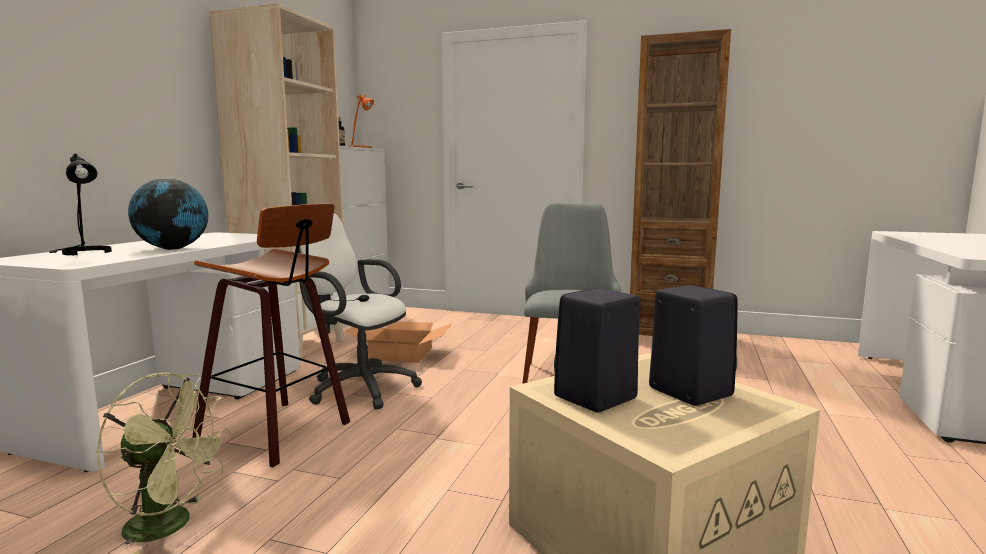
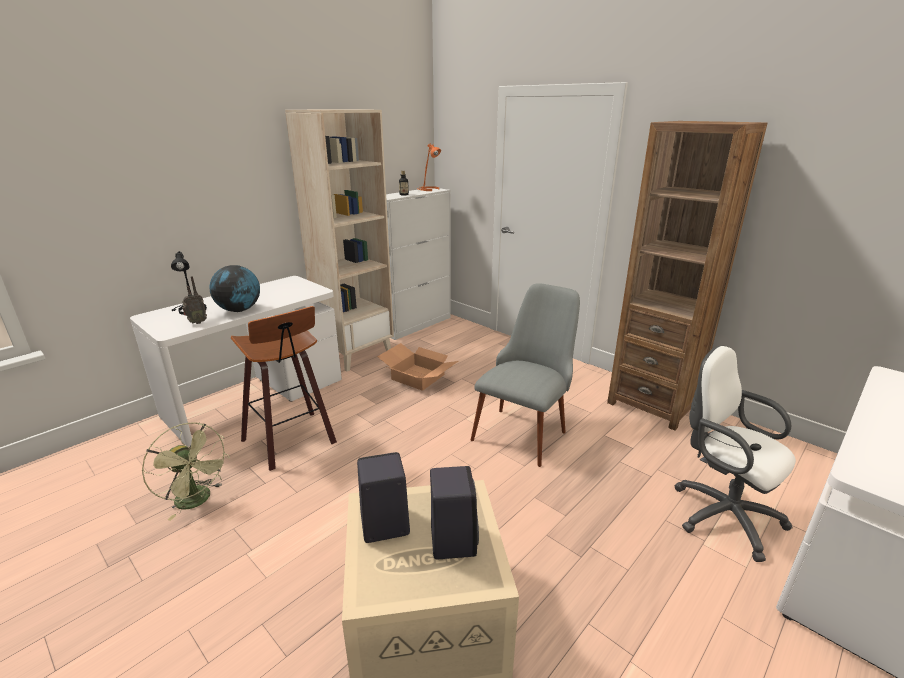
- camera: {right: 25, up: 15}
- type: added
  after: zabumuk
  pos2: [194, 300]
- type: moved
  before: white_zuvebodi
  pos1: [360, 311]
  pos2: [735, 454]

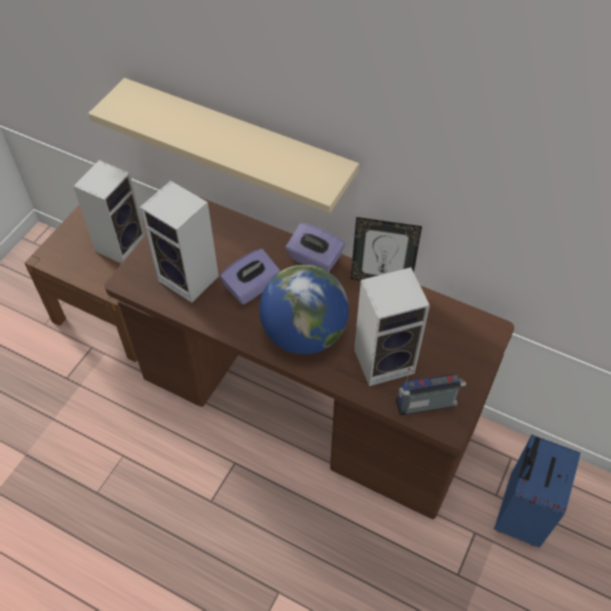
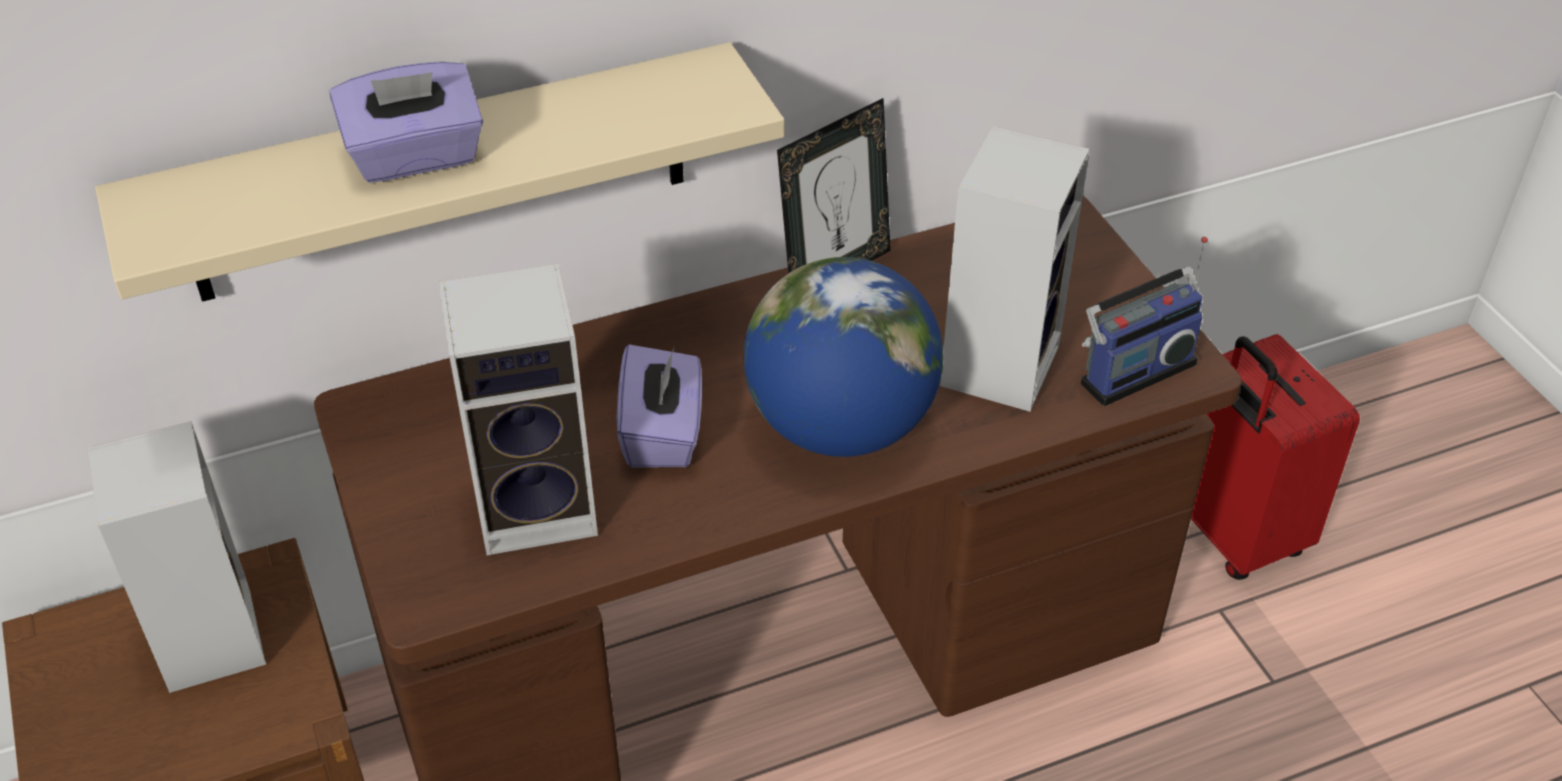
- camera: {right: -50, up: -10}
- type: moved
  before: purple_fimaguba
  pos1: [315, 247]
  pos2: [406, 122]
- type: turned
  before: zabumuk
  pos1: [431, 391]
  pos2: [1144, 321]
  turn: -150
- type: recoloured
  before: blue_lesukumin
  after: red_lesukumin
  pos1: [537, 491]
  pos2: [1275, 457]

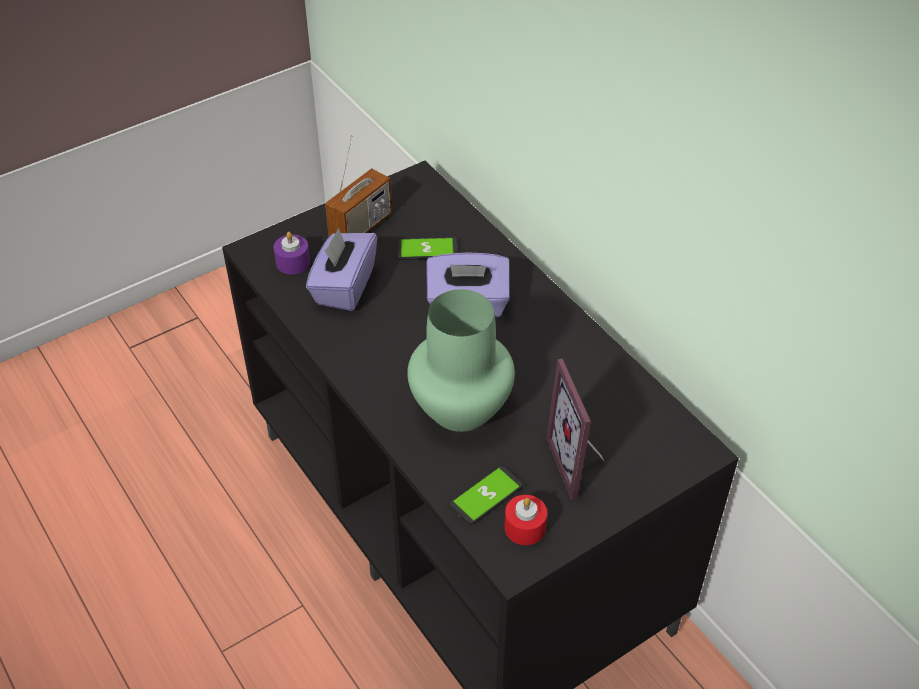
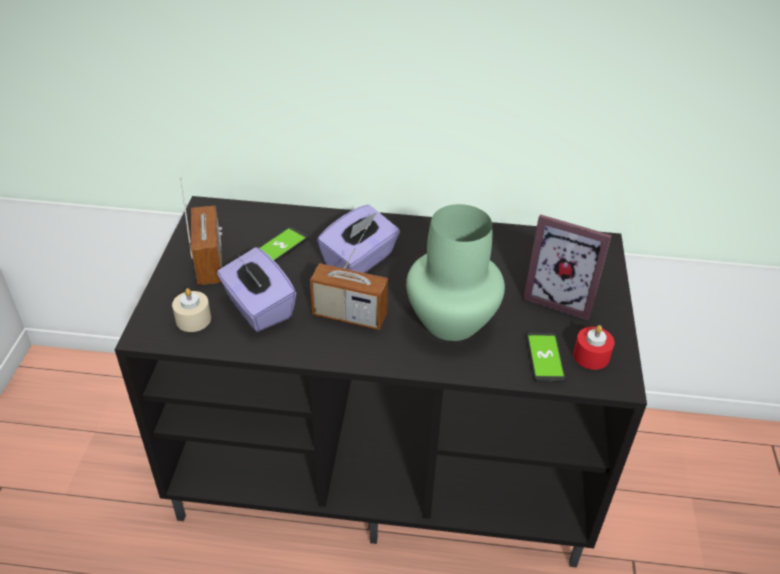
- camera: {right: -50, up: -5}
- type: recoloured
  before: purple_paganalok
  after: beige_paganalok
  pos1: [292, 253]
  pos2: [191, 310]
- type: added
  after: zabumuk
  pos2: [349, 278]

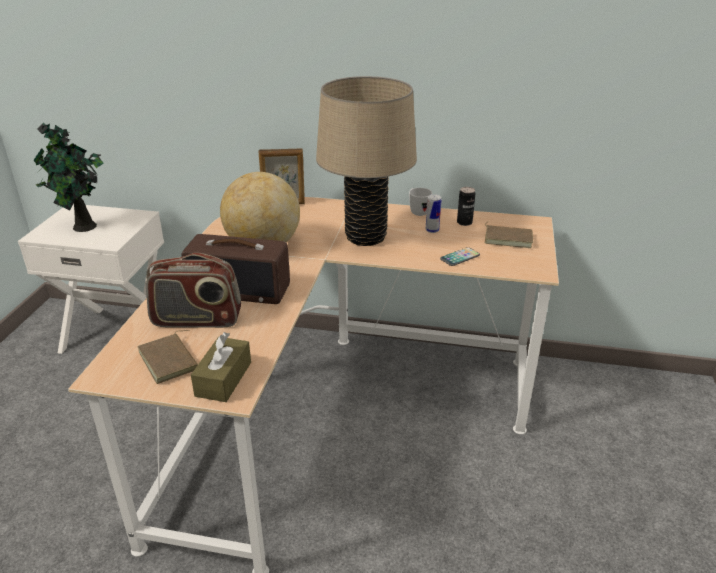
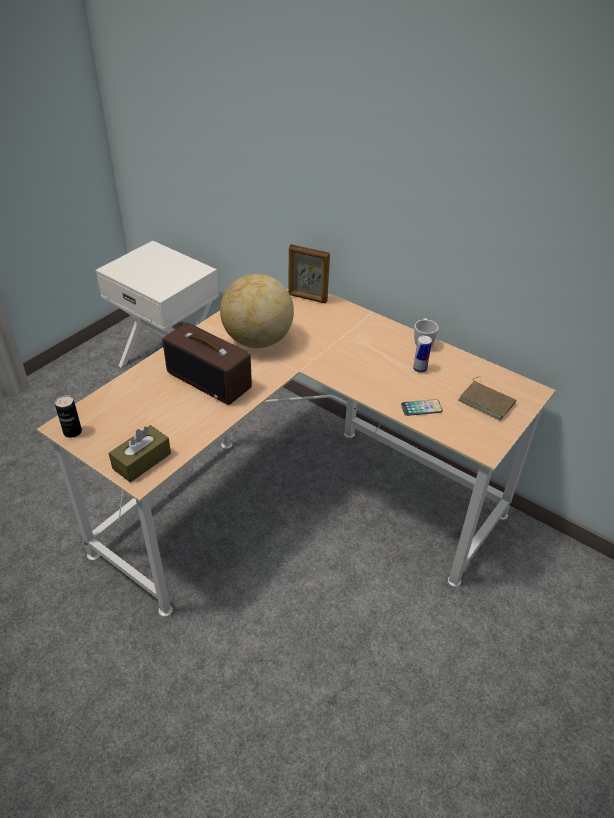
- camera: {right: 25, up: 10}
- type: moved
  before: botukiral
  pos1: [466, 206]
  pos2: [68, 417]
- type: removed
  before: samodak
  pos1: [68, 177]
- type: removed
  before: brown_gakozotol
  pos1: [167, 357]
- type: removed
  before: zabumuk
  pos1: [193, 290]
- type: removed
  before: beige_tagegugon
  pos1: [366, 161]

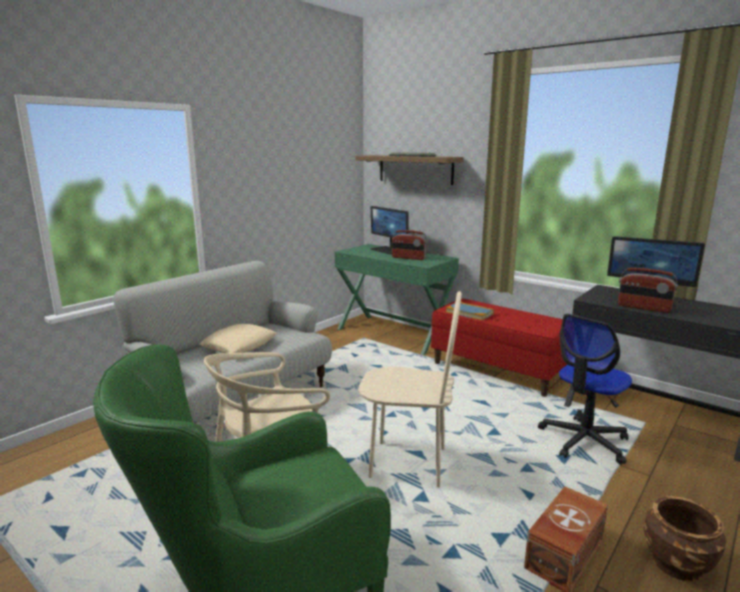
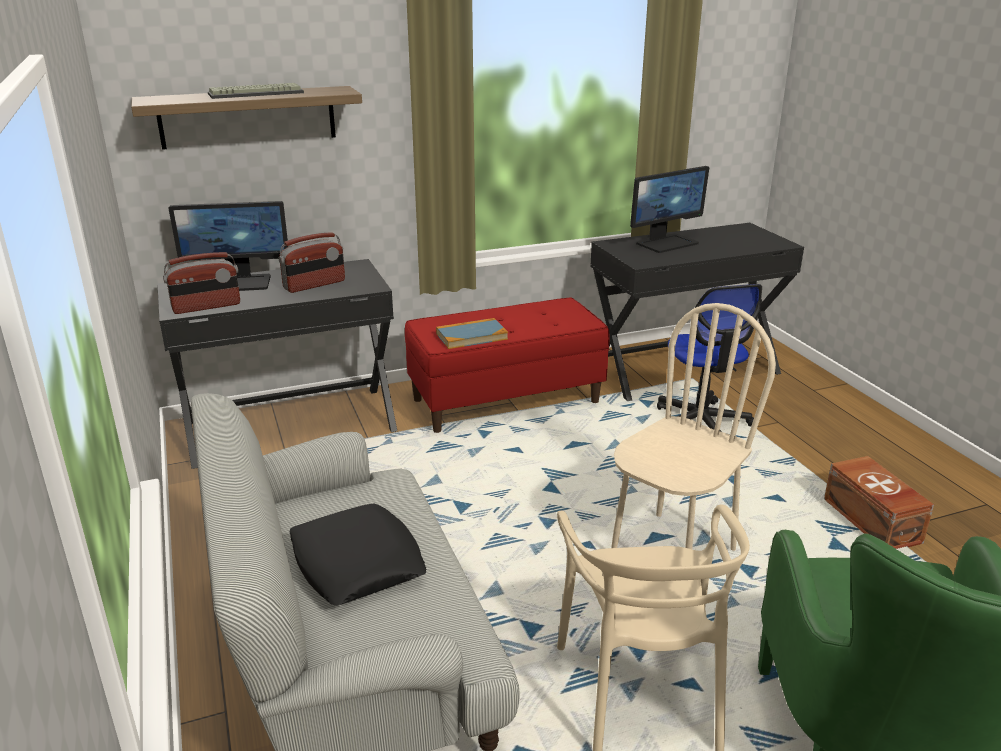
- camera: {right: -60, up: 10}
- type: recoloured
  before: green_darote
  after: black_darote
  pos1: [397, 299]
  pos2: [277, 364]
- type: moved
  before: zabumuk
  pos1: [648, 290]
  pos2: [201, 283]
- type: recoloured
  before: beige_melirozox
  after: black_melirozox
  pos1: [238, 338]
  pos2: [357, 554]
- type: removed
  before: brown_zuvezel
  pos1: [684, 538]

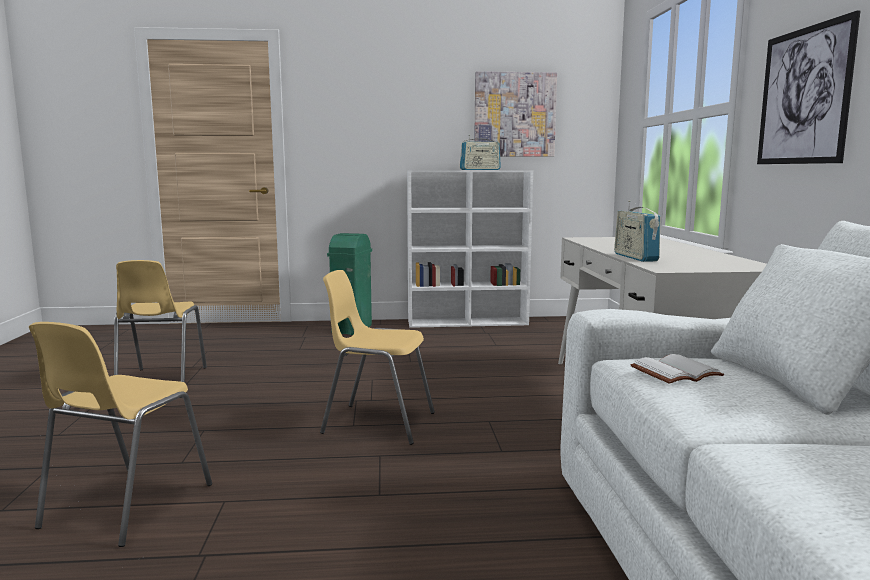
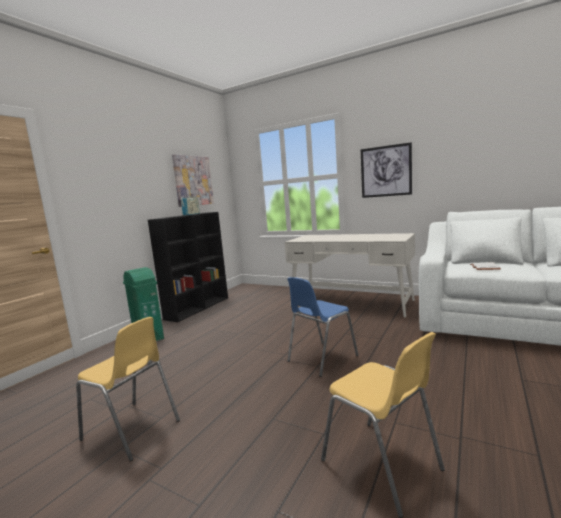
- camera: {right: -55, up: 0}
- type: recoloured
  before: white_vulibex
  after: black_vulibex
  pos1: [470, 249]
  pos2: [188, 267]
- type: recoloured
  before: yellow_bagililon
  after: blue_bagililon
  pos1: [377, 357]
  pos2: [322, 327]
- type: removed
  before: zabumuk
  pos1: [637, 231]

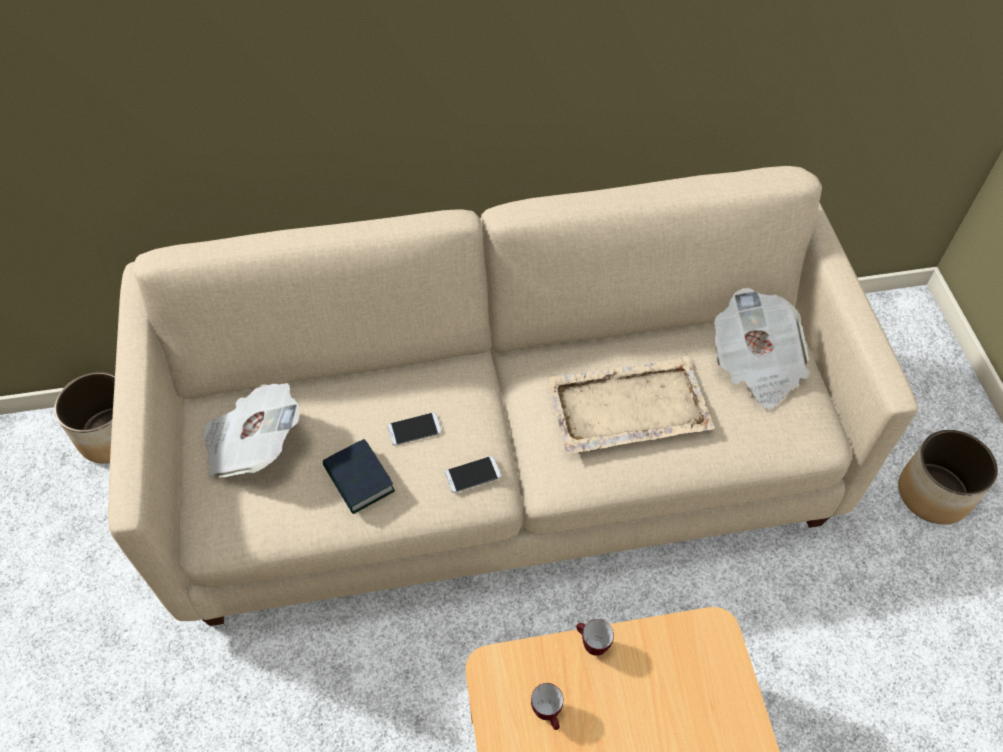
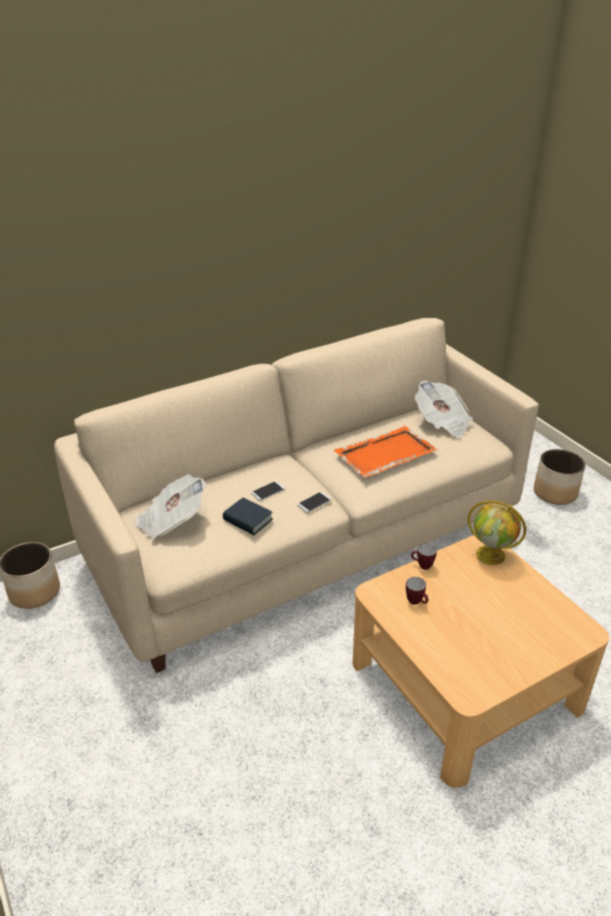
- camera: {right: -20, up: -20}
- type: recoloured
  before: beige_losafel
  after: orange_losafel
  pos1: [631, 405]
  pos2: [386, 452]
- type: added
  after: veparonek
  pos2: [497, 532]

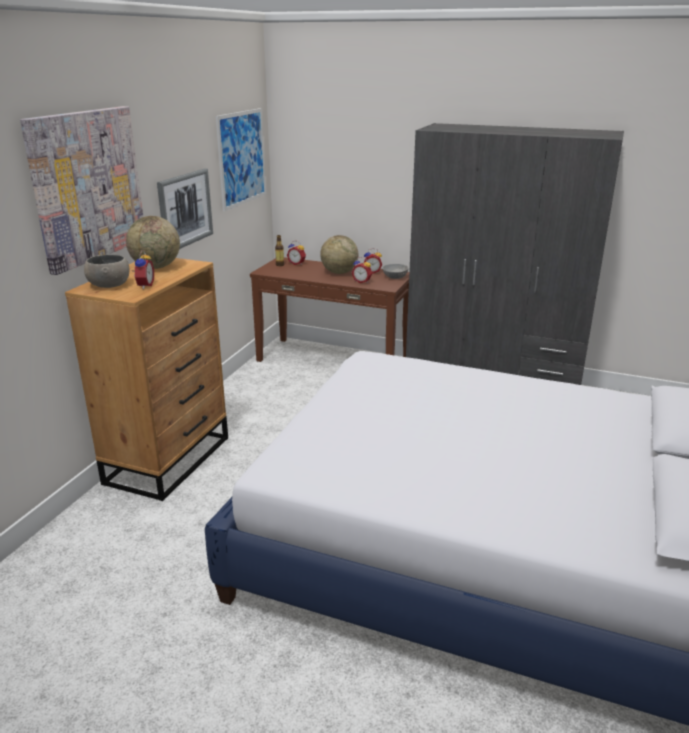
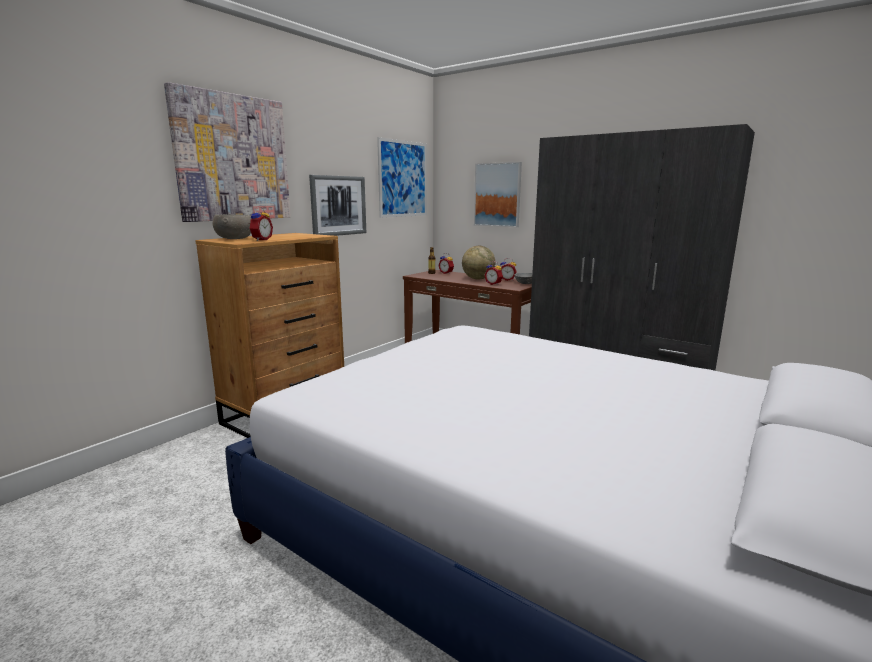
- camera: {right: 15, up: -10}
- type: added
  after: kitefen
  pos2: [498, 194]
- type: removed
  before: veparonek
  pos1: [153, 242]

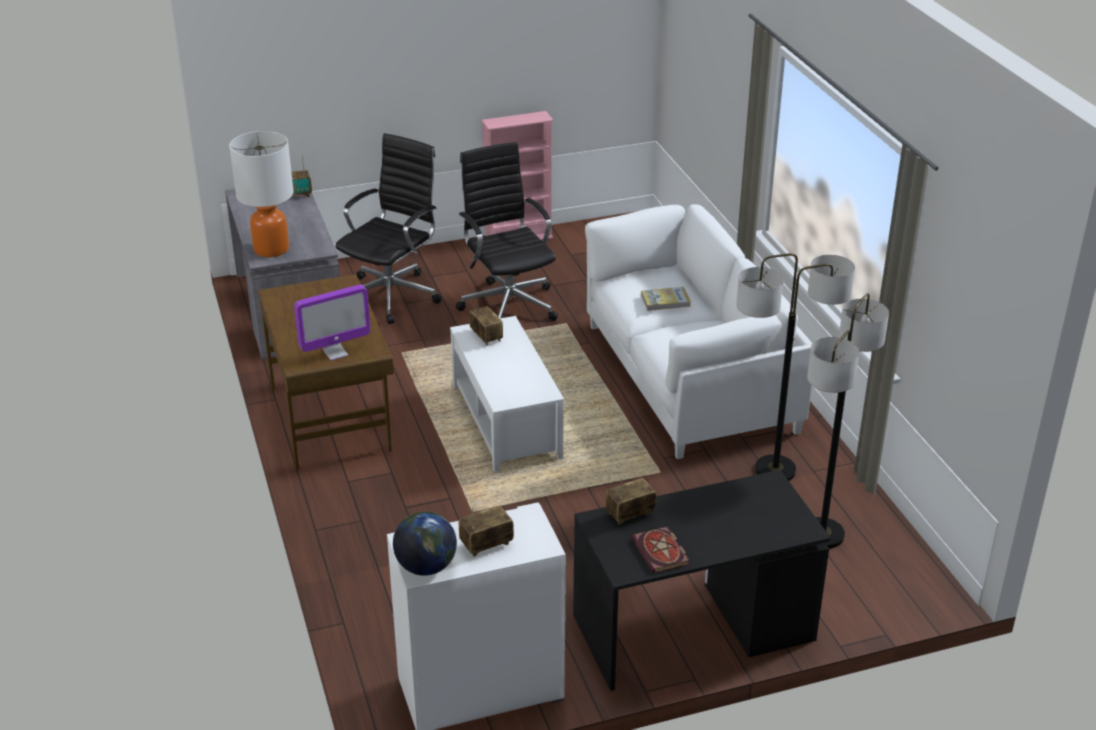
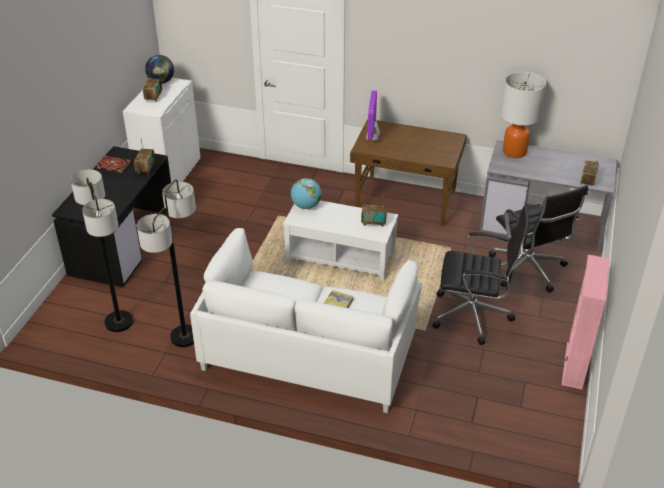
- camera: {right: 125, up: 5}
- type: added
  after: veparonek
  pos2: [306, 193]

